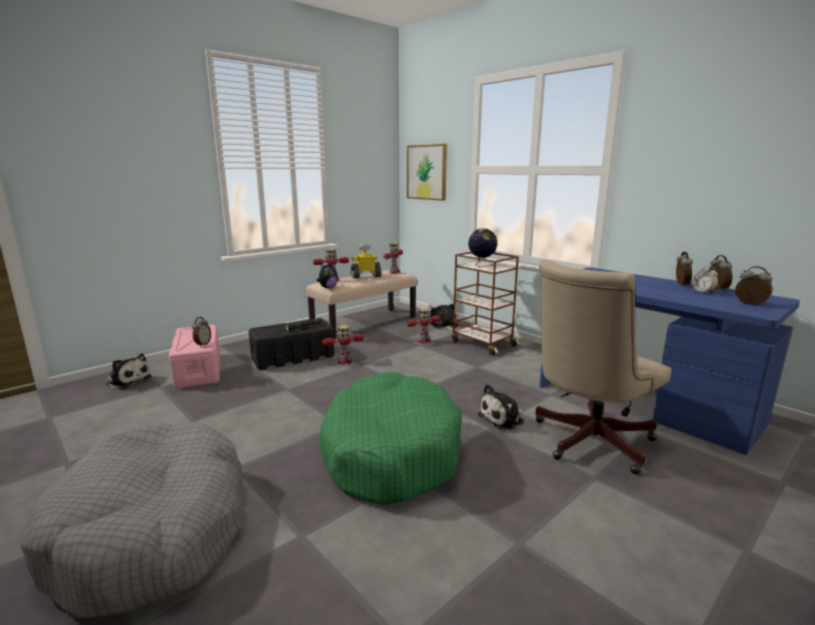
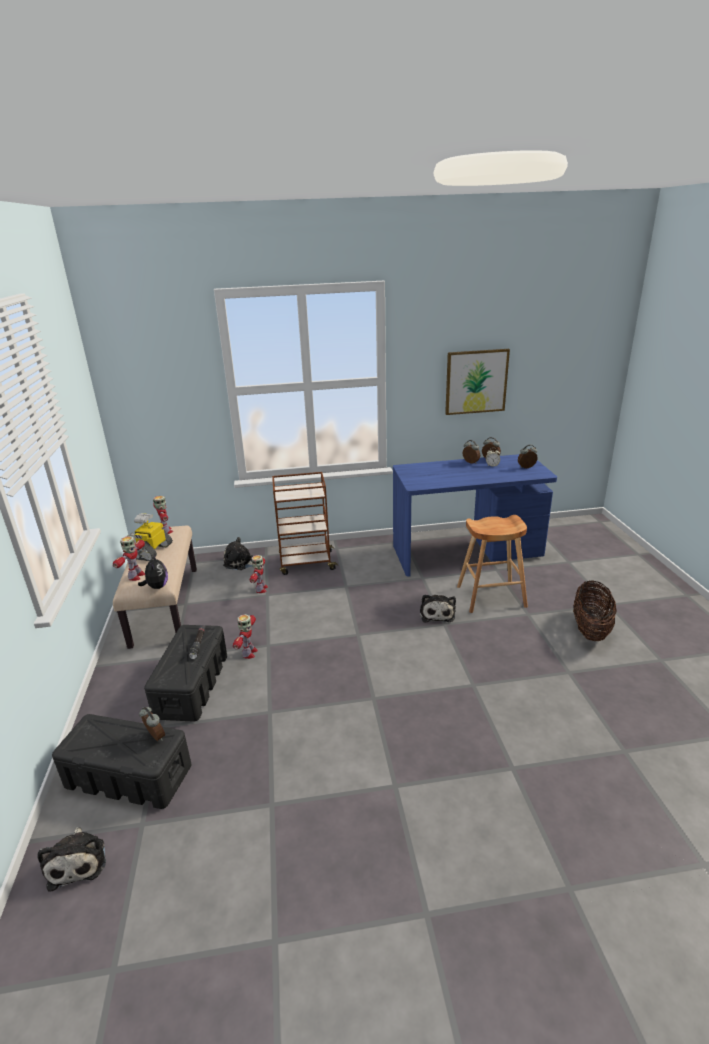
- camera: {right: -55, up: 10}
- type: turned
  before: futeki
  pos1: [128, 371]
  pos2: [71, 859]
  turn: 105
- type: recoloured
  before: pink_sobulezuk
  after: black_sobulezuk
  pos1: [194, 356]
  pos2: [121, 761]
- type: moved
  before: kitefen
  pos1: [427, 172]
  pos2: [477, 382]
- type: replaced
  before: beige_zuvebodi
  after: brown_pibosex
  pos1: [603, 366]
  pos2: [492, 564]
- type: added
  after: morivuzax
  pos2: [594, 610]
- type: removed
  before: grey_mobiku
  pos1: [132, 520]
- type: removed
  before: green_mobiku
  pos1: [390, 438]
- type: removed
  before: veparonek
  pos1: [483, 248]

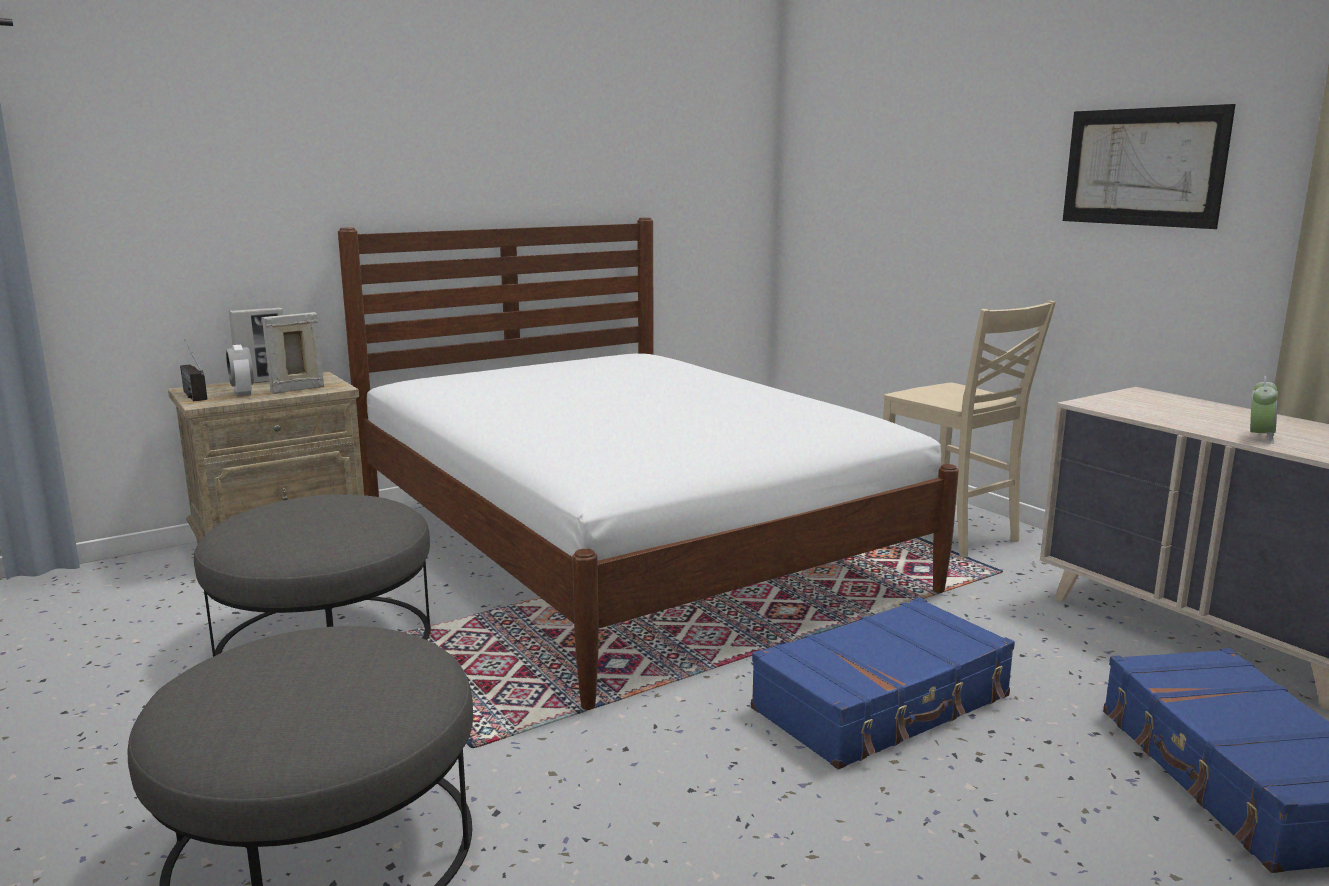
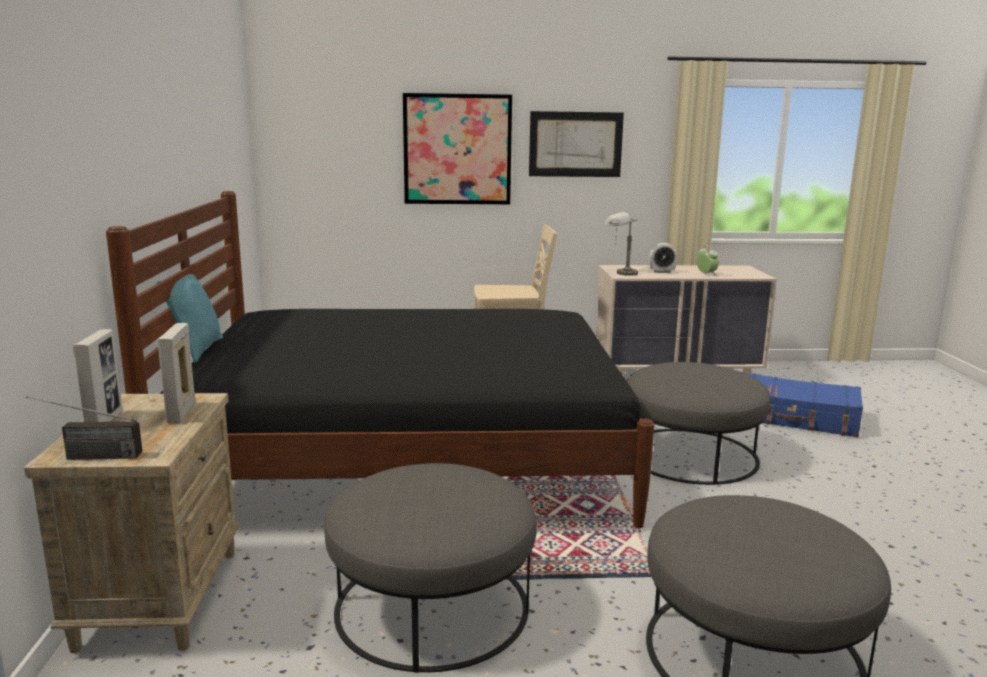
- camera: {right: -60, up: 0}
- type: recoloured
  before: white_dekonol
  after: black_dekonol
  pos1: [648, 464]
  pos2: [380, 359]
- type: added
  after: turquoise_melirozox
  pos2: [190, 318]
- type: added
  after: kitefen
  pos2: [457, 148]
- type: added
  after: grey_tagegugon
  pos2: [621, 244]
- type: replaced
  before: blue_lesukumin
  after: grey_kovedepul
  pos1: [883, 683]
  pos2: [698, 423]
- type: moved
  before: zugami
  pos1: [240, 370]
  pos2: [663, 258]

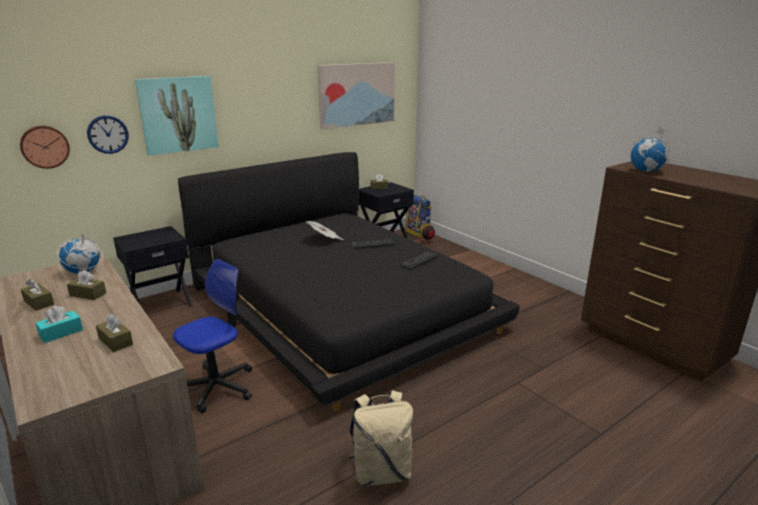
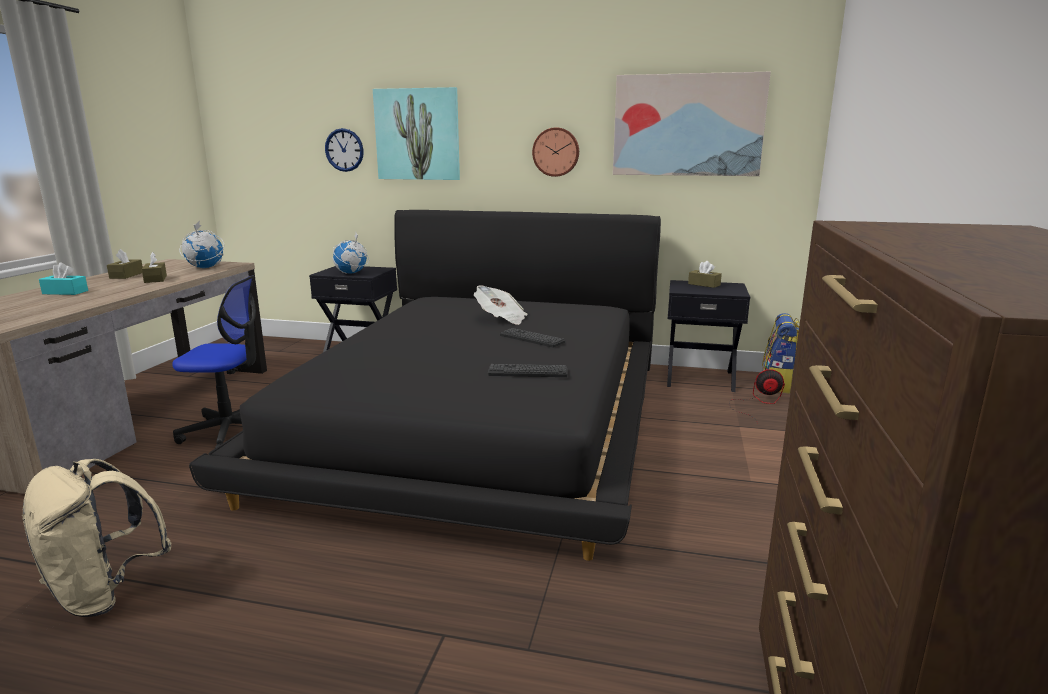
- camera: {right: 50, up: -5}
- type: moved
  before: veparonek
  pos1: [650, 149]
  pos2: [351, 253]
- type: moved
  before: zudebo
  pos1: [45, 147]
  pos2: [555, 152]
- type: removed
  before: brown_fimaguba
  pos1: [114, 333]

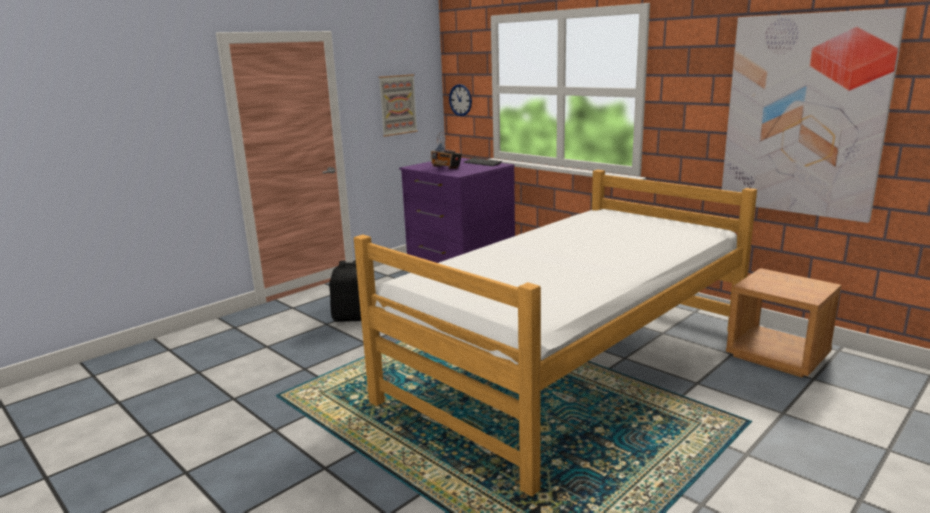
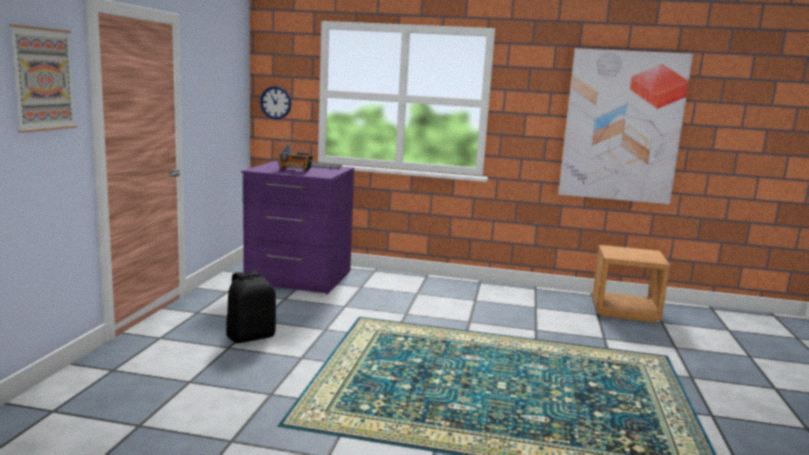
- camera: {right: -35, up: -5}
- type: moved
  before: kitefen
  pos1: [398, 105]
  pos2: [43, 78]
- type: removed
  before: dekonol
  pos1: [555, 333]

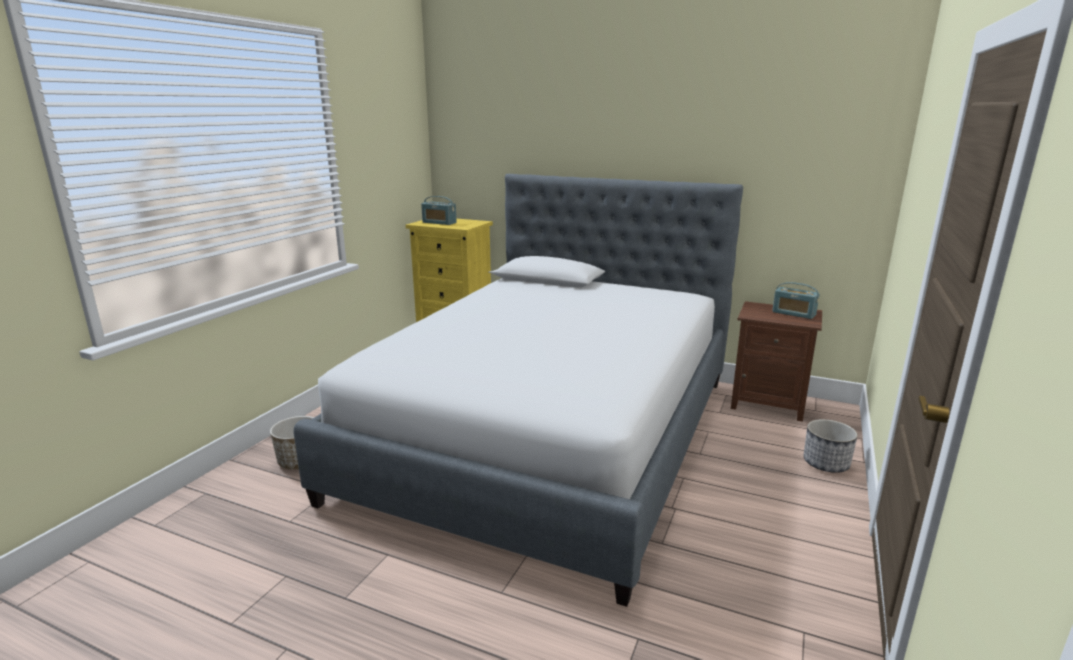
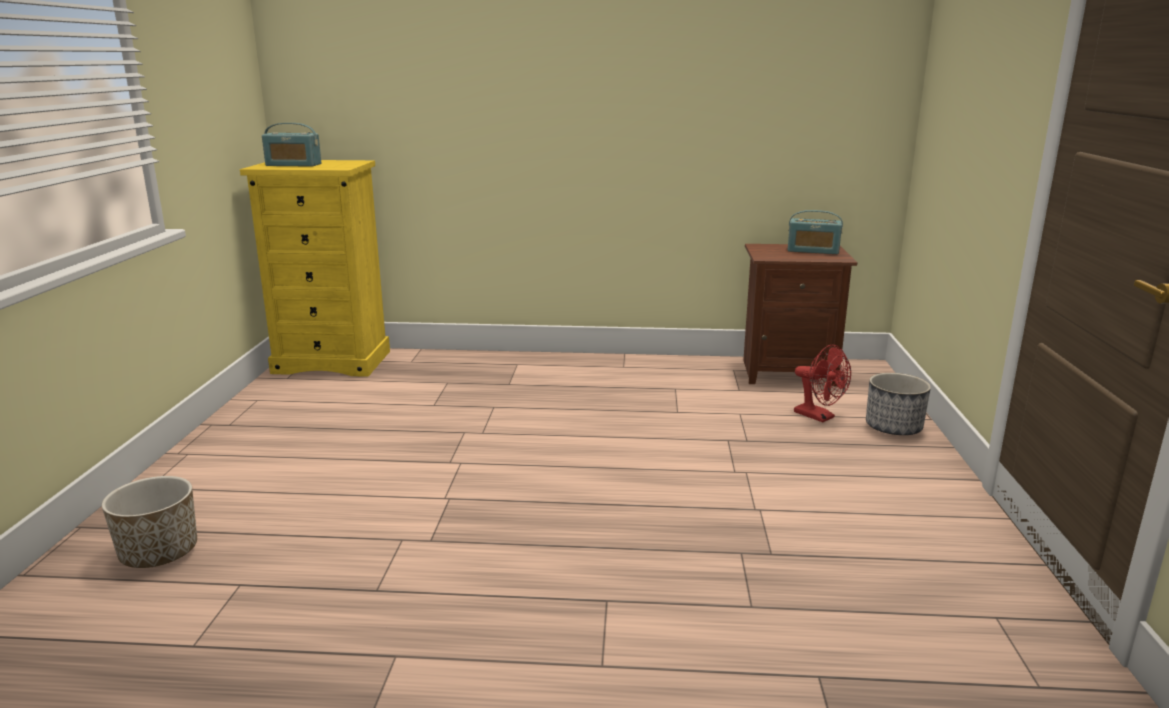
- camera: {right: -20, up: 0}
- type: added
  after: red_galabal
  pos2: [822, 383]
- type: removed
  before: dekonol
  pos1: [518, 390]

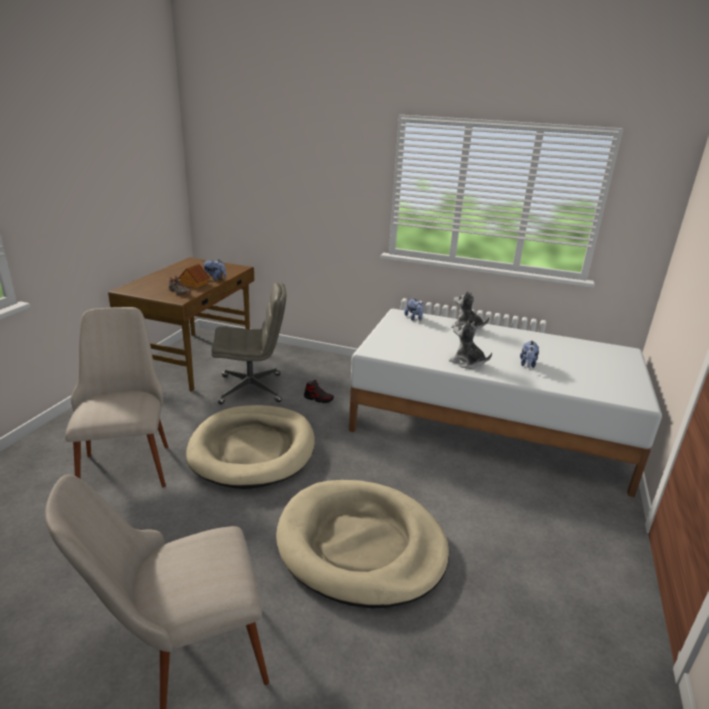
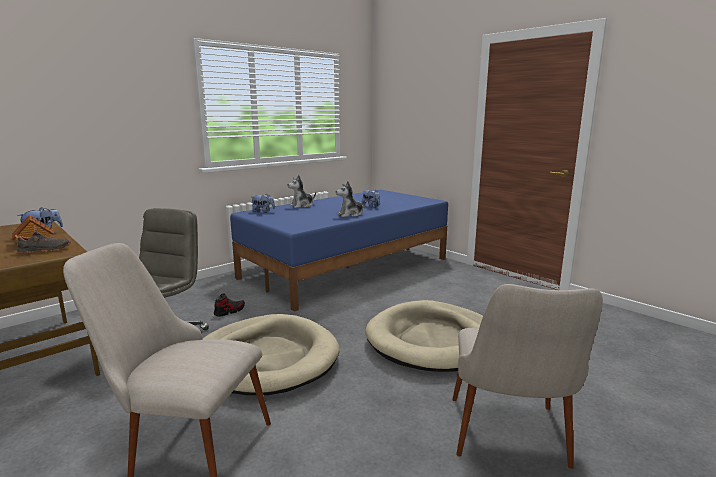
- camera: {right: -60, up: -10}
- type: recoloured
  before: white_dekonol
  after: blue_dekonol
  pos1: [505, 403]
  pos2: [339, 251]

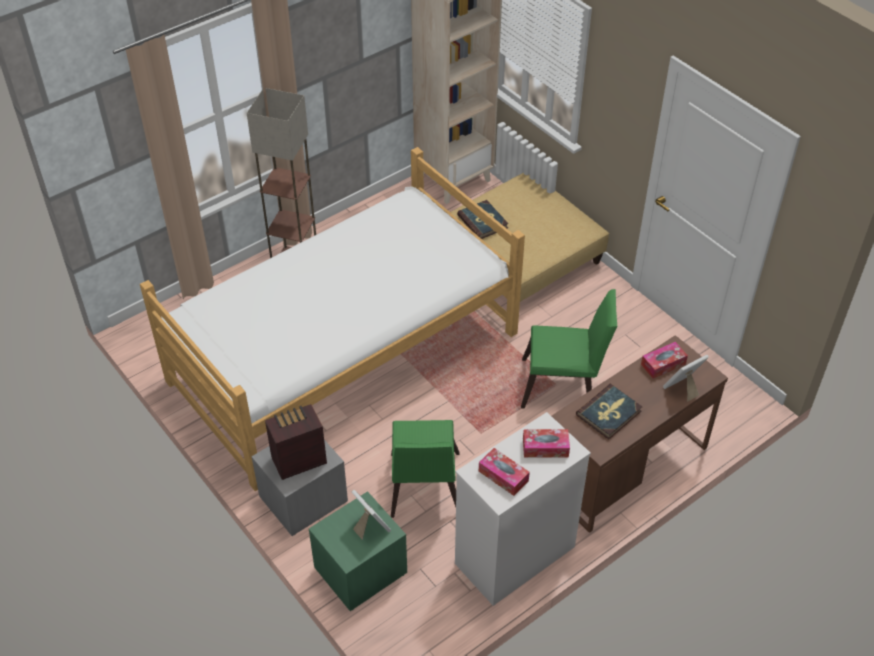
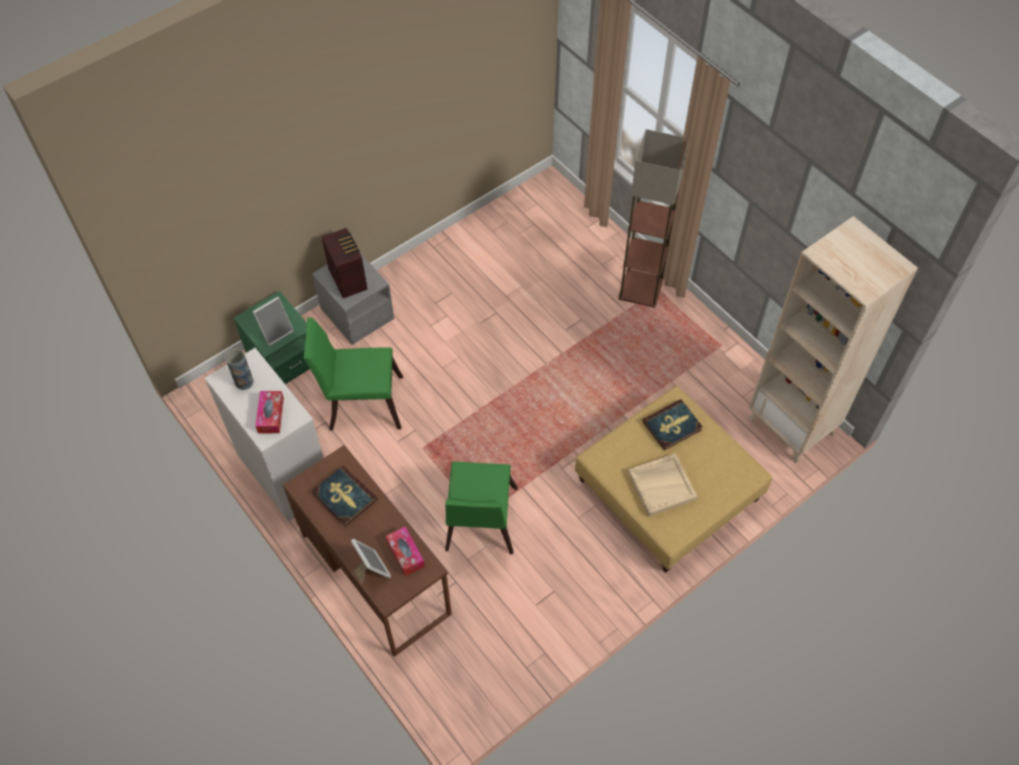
- camera: {right: 90, up: 10}
- type: replaced
  before: fimaguba
  after: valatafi
  pos1: [504, 472]
  pos2: [239, 369]
- type: added
  after: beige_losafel
  pos2: [662, 484]
- type: removed
  before: dekonol
  pos1: [332, 319]

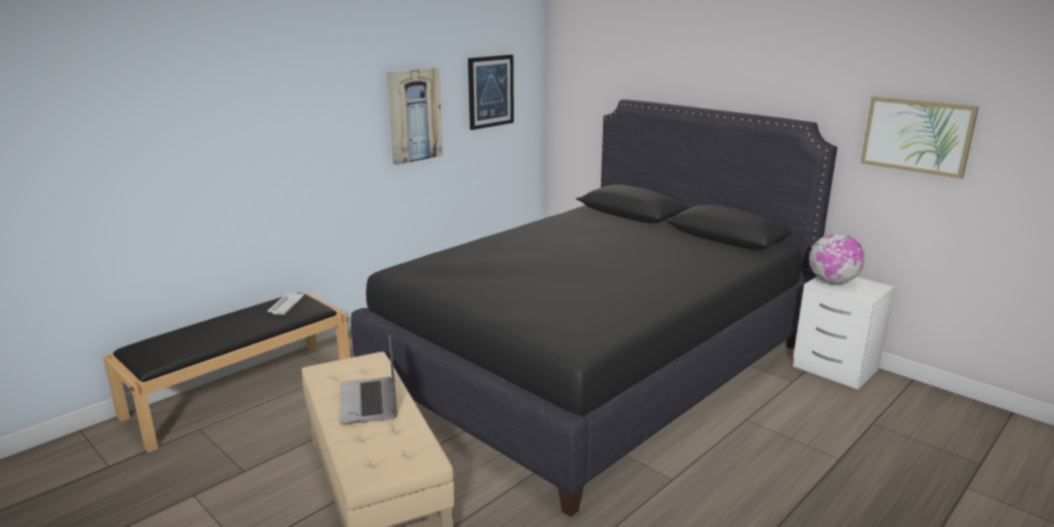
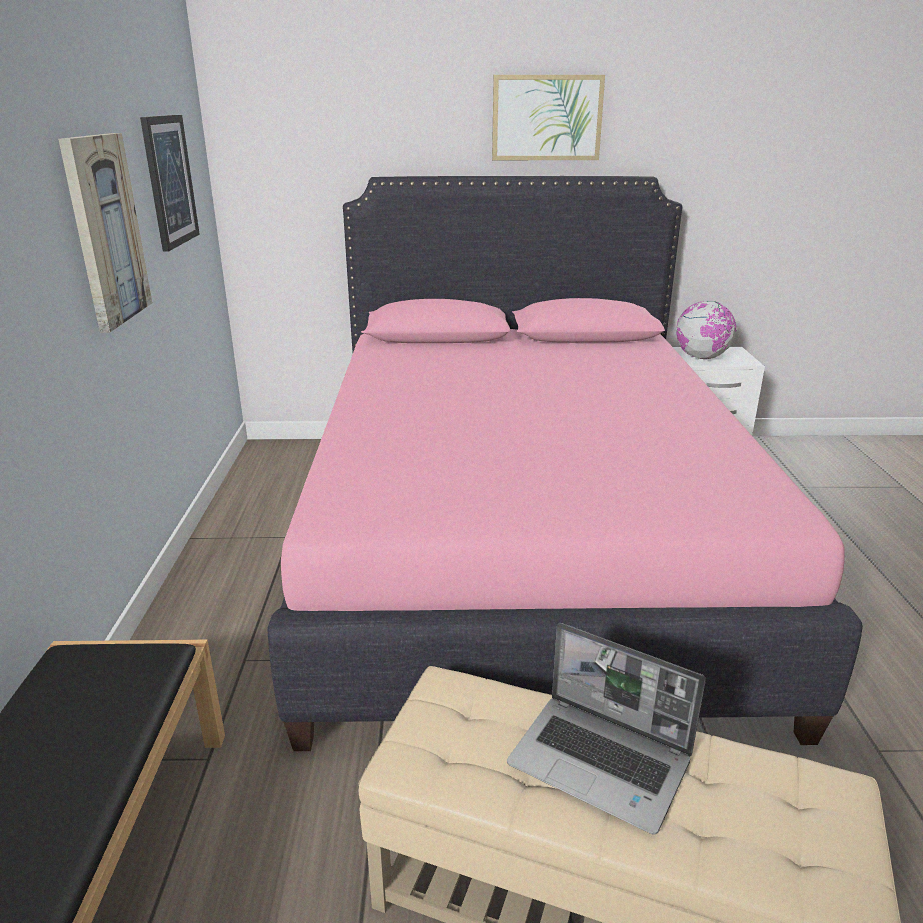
- camera: {right: -45, up: 5}
- type: recoloured
  before: black_dekonol
  after: pink_dekonol
  pos1: [594, 308]
  pos2: [565, 463]
- type: moved
  before: kitefen
  pos1: [919, 137]
  pos2: [548, 117]
- type: removed
  before: white_losafel
  pos1: [286, 304]

